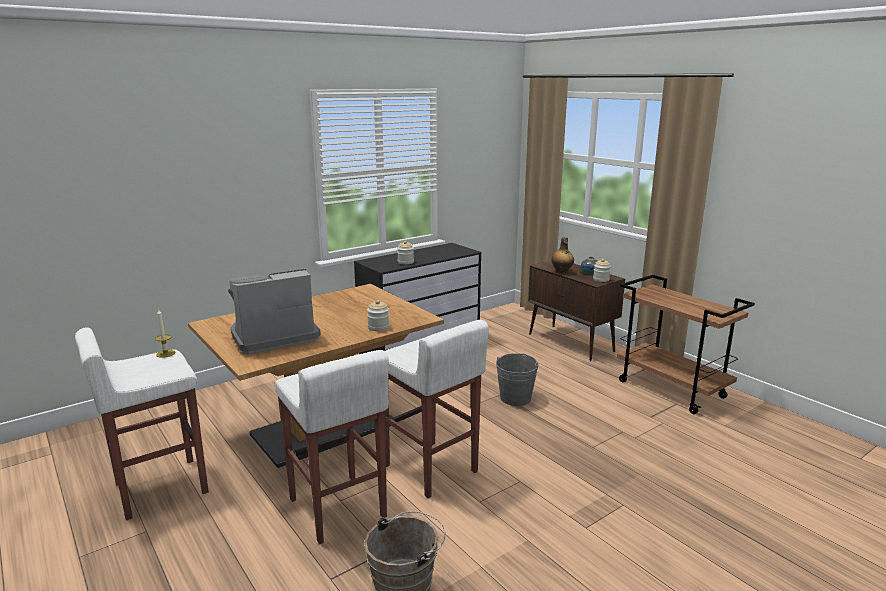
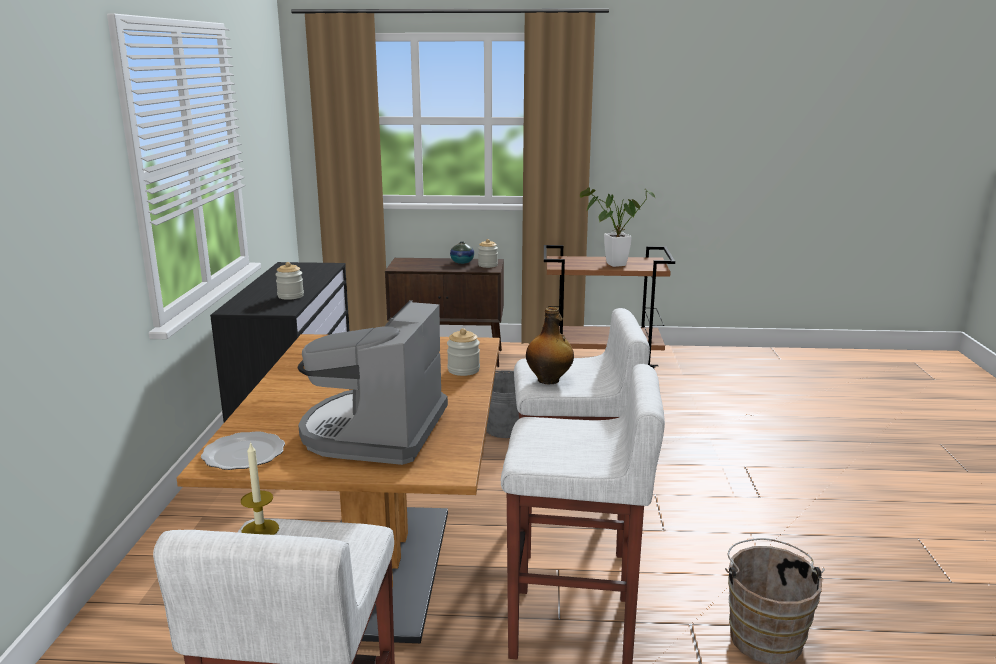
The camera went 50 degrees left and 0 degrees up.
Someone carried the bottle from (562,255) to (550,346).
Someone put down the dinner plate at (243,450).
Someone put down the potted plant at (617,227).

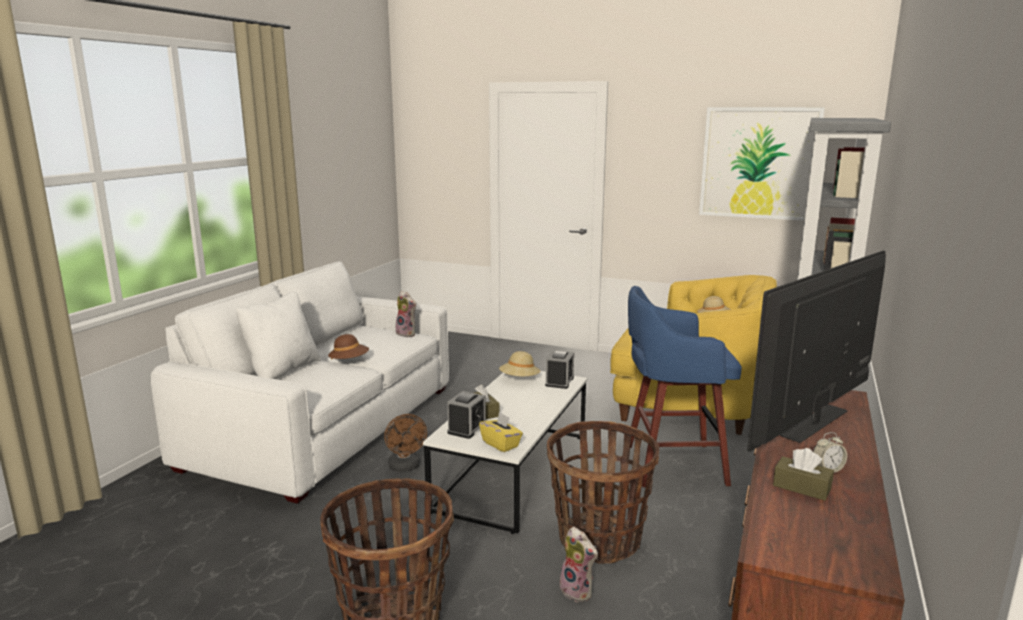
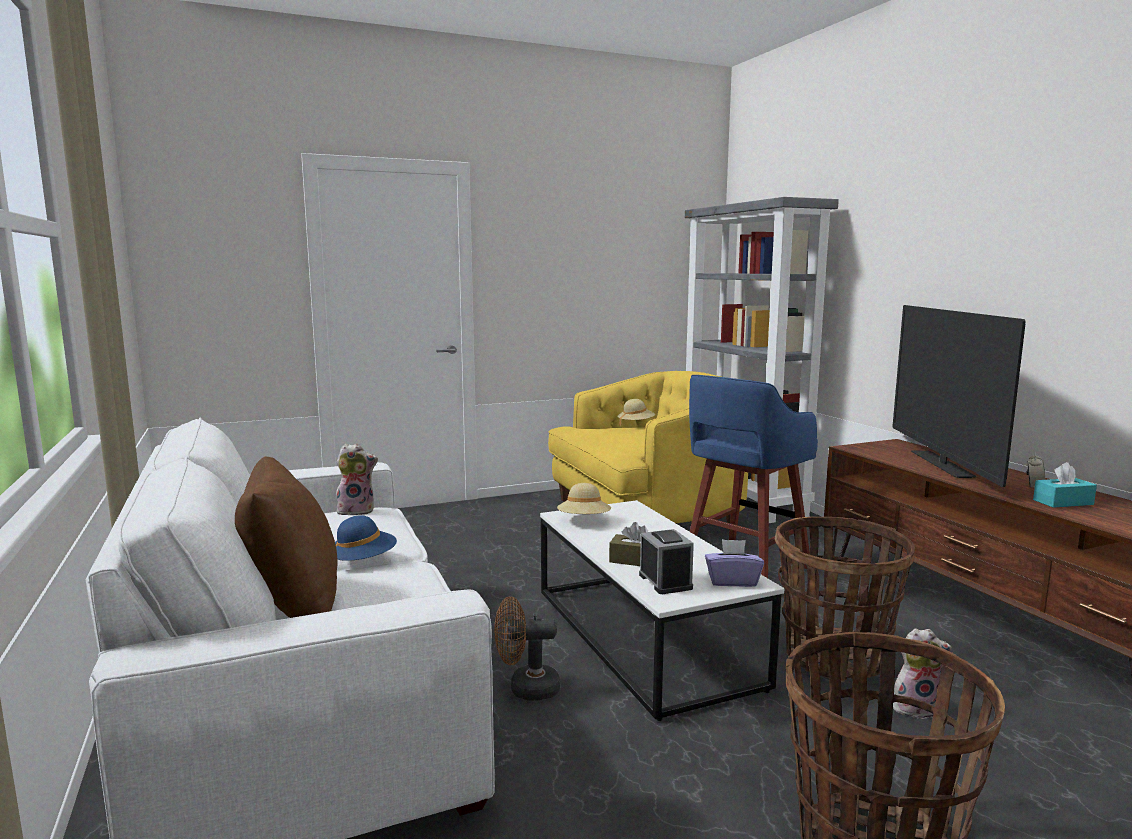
The camera went 45 degrees left and 5 degrees down.
Someone repainted the throw pillow (white-coloured) at (278,335), which became the throw pillow (brown-coloured) at (286,537).
Someone repainted the clothing hat (brown-coloured) at (348,347), which became the clothing hat (blue) at (366,538).
Someone rotated the fan (brown-coloured) at (405,443) by 150 degrees clockwise.
Someone repainted the tissue holder (yellow) at (501,432), which became the tissue holder (purplish) at (734,563).
Someone took away the table clock at (559,369).
Someone took away the wall picture at (762,164).
Someone repainted the tissue holder (brown-coloured) at (803,474), which became the tissue holder (turquoise) at (1065,485).

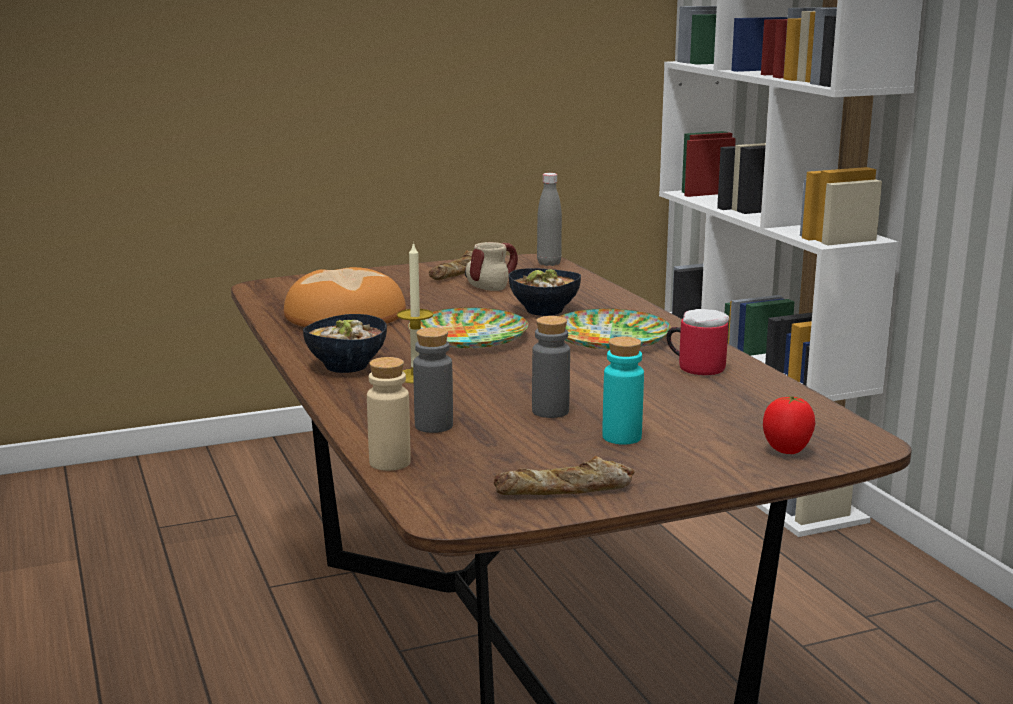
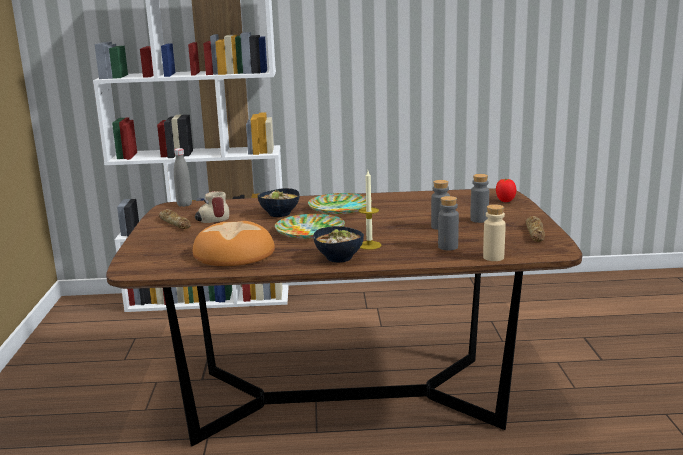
The camera went 70 degrees left and 0 degrees up.
Someone repainted the bottle (turquoise) at (623,390), which became the bottle (greyish) at (479,198).
Someone took away the tea mug at (698,342).

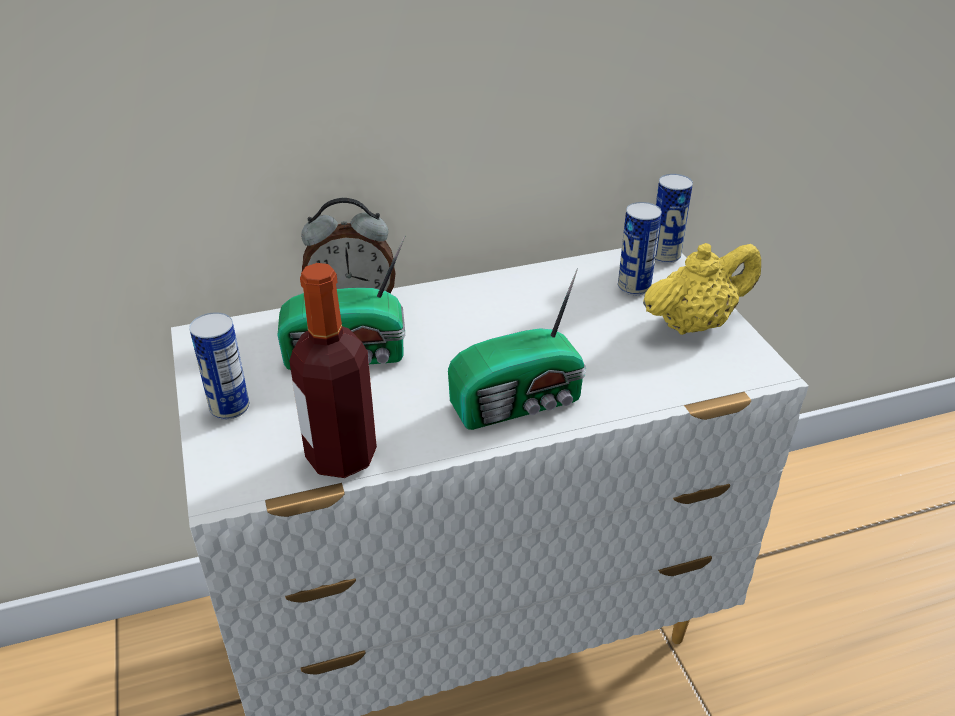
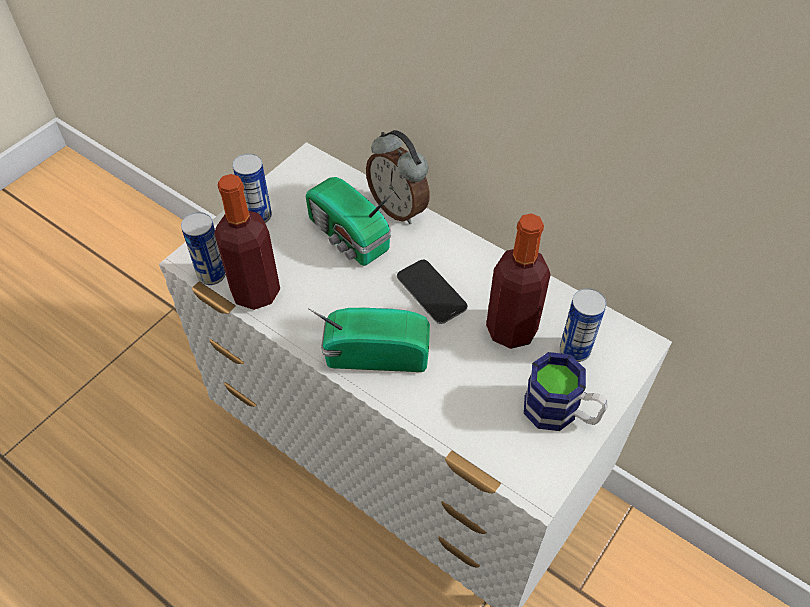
The camera went 55 degrees right and 15 degrees up.
Someone rotated the radio at (517,349) by 150 degrees clockwise.
Someone swapped the tea pot (yellow) at (702,289) for the tea mug at (566,391).
Someone carried the can from (674,218) to (203,248).
Someone put down the handset at (432,292).
Someone put down the bottle at (518,281).

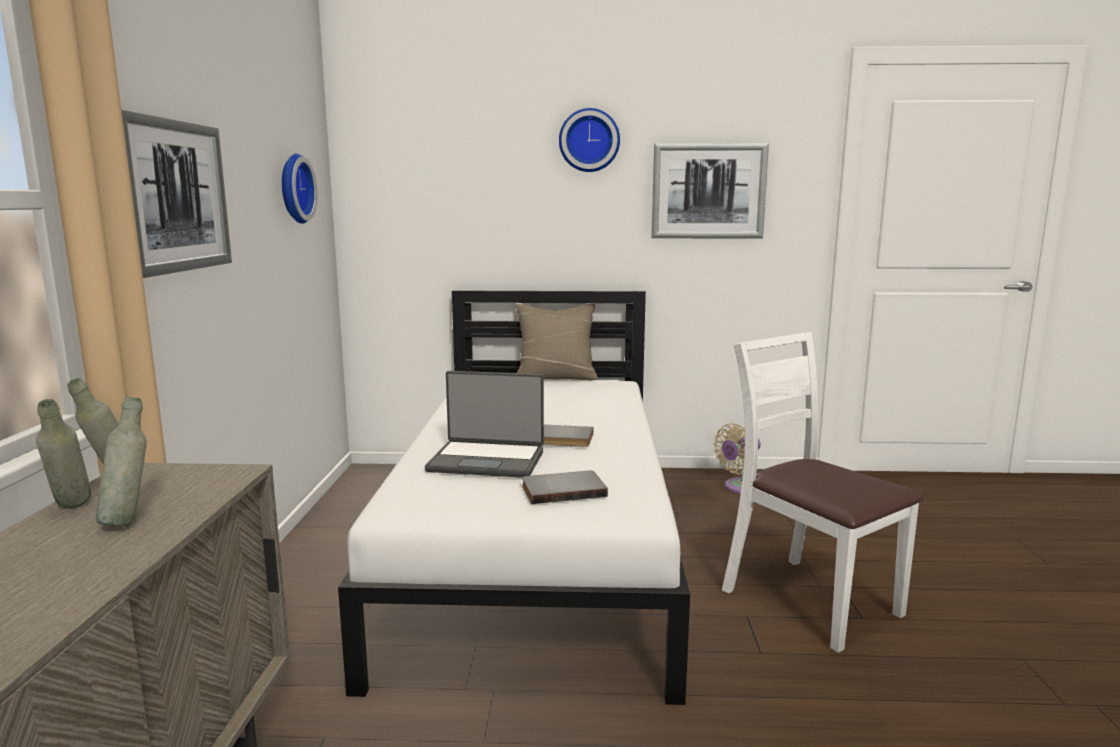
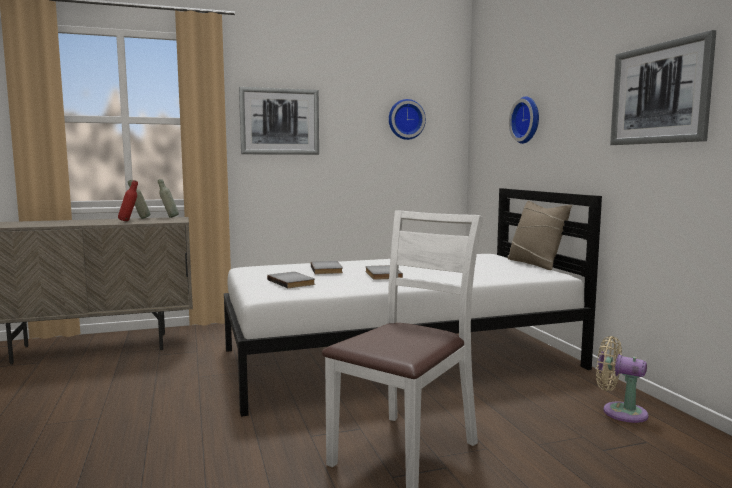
The camera went 70 degrees right and 5 degrees down.
Someone repainted the bottle (greyish) at (121,461), which became the bottle (reddish) at (128,201).
Someone swapped the notebook computer at (484,424) for the book (greyish) at (327,267).
Someone carried the hanging clock from (589,140) to (524,120).

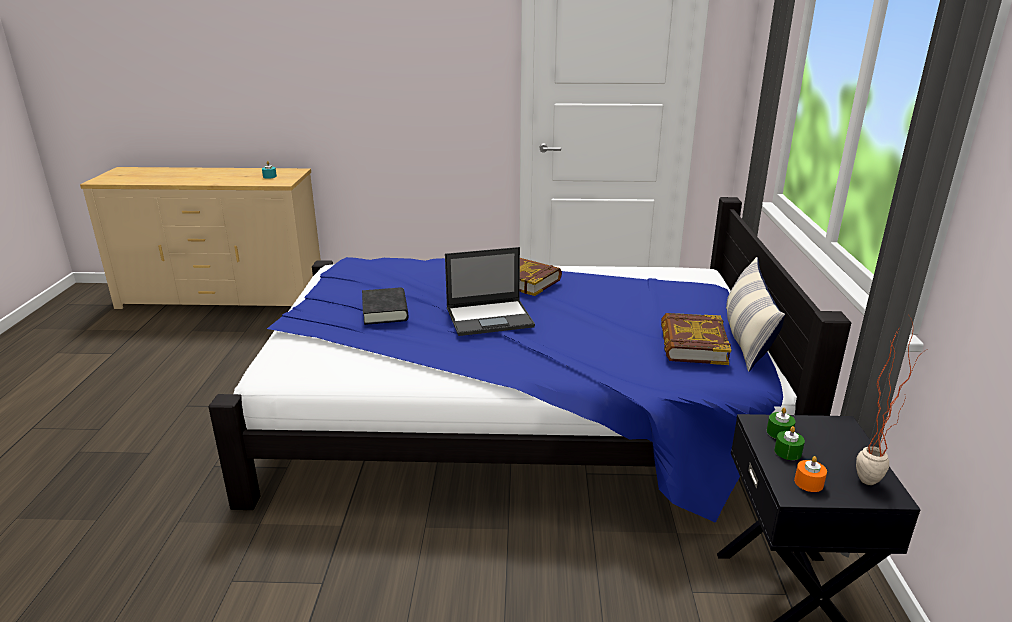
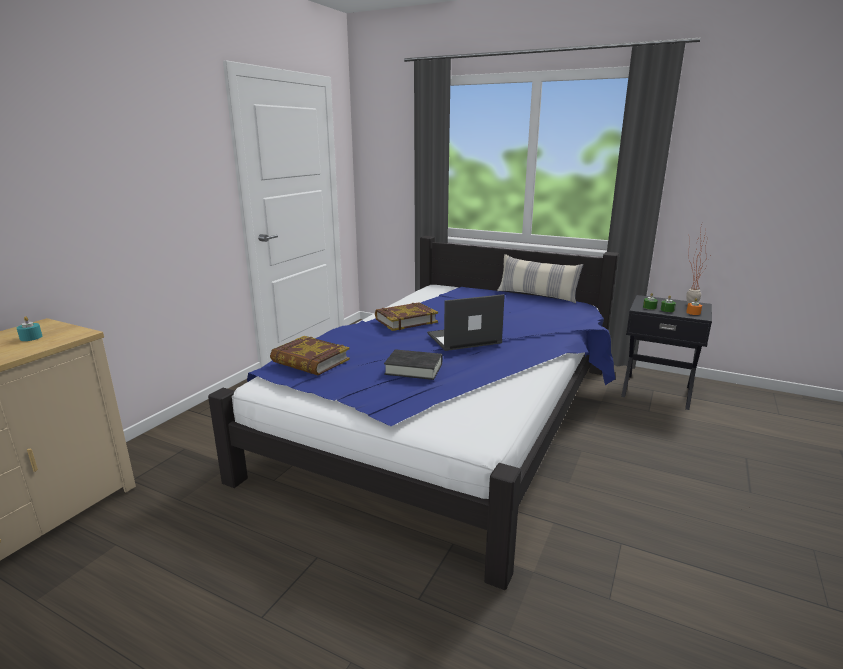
The camera went 65 degrees left and 5 degrees down.
Someone rotated the notebook computer at (490,291) by 120 degrees counterclockwise.
Someone carried the book from (696,339) to (310,355).

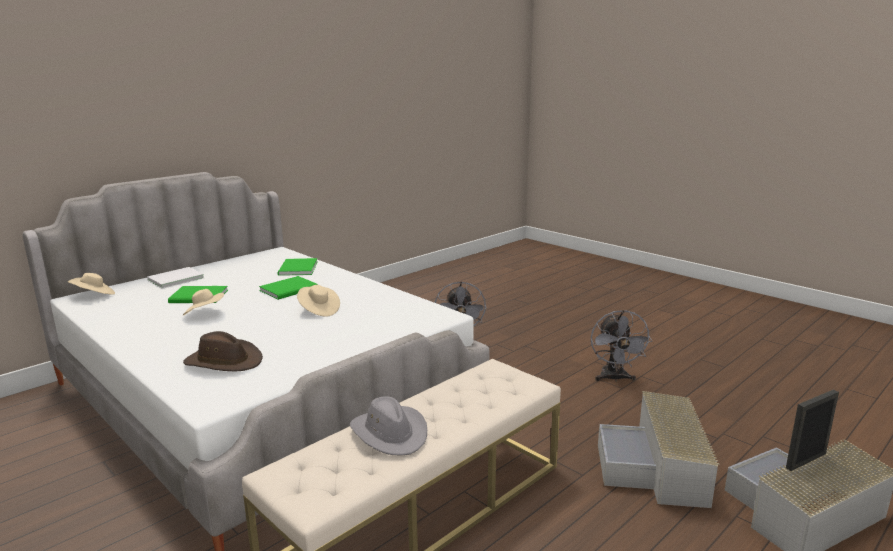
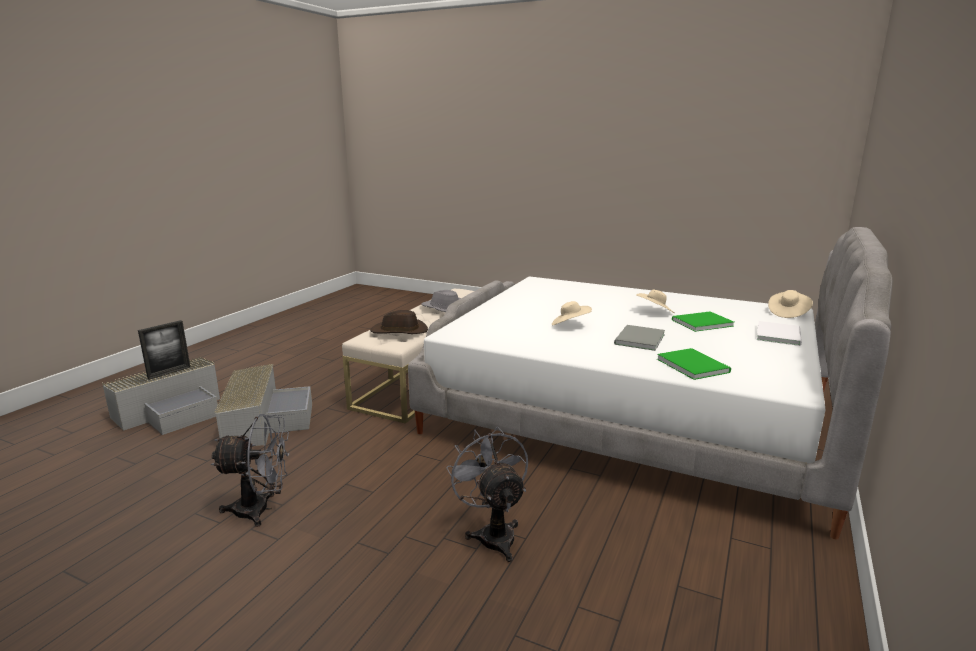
The camera went 160 degrees right and 0 degrees up.
Someone carried the clothing hat (brown-coloured) from (223,351) to (399,322).
Someone repainted the book (green) at (288,288), which became the book (greyish) at (639,338).
Someone rotated the fan (greyish) at (621,346) by 105 degrees clockwise.

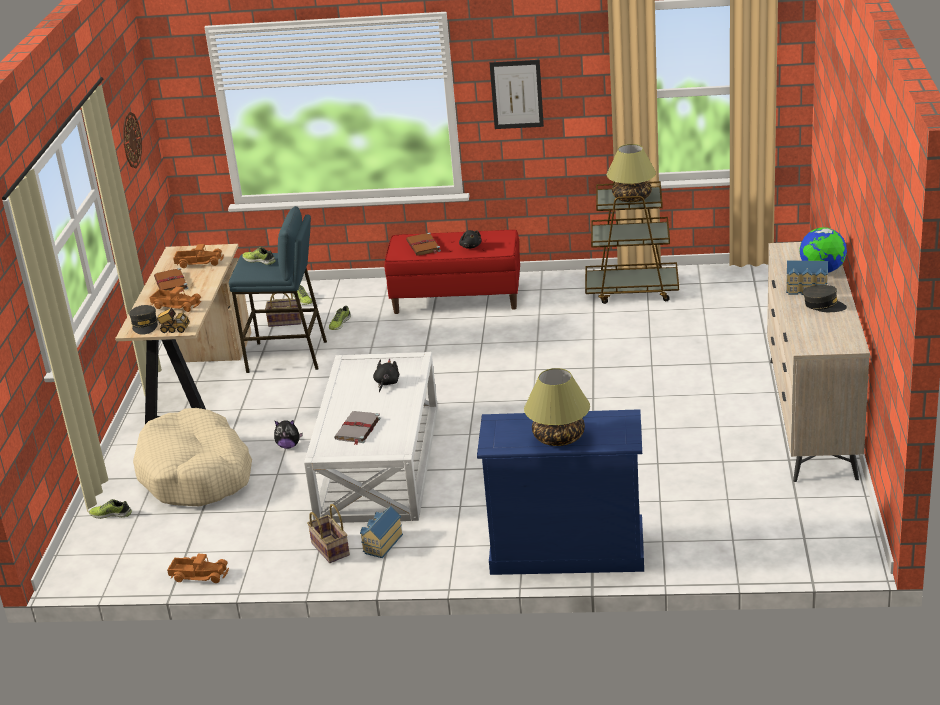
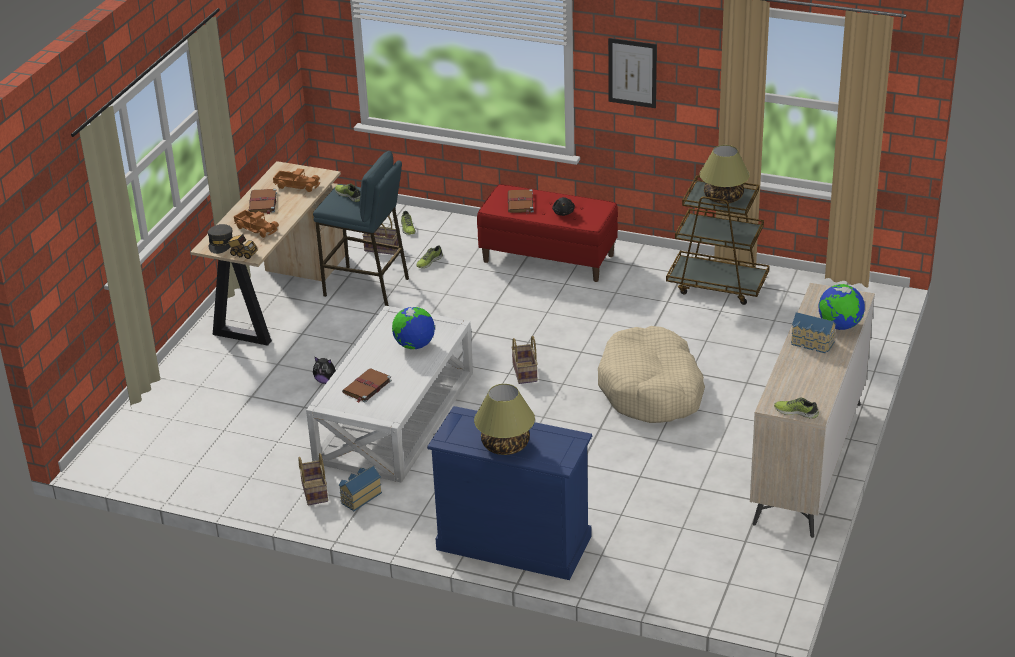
The camera went 15 degrees right and 5 degrees up.
Someone carried the low shoe from (110,509) to (796,408).
Someone took away the hanging clock at (132,140).
Someone carried the pet bed (beige) from (192,457) to (651,374).
Someone took away the model truck at (198,568).
Someone repainted the book (greyish) at (357,428), which became the book (brown-coloured) at (367,385).
Someone swapped the soft toy (black-coloured) at (386,375) for the world globe at (413,328).
Someone took away the cap (greyish) at (825,298).
Someone put down the storage basket at (524,360).

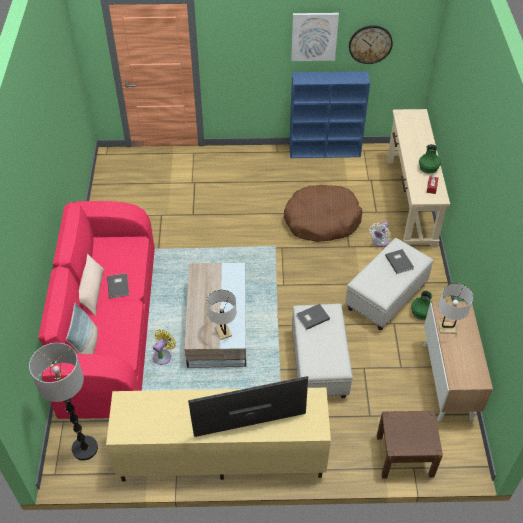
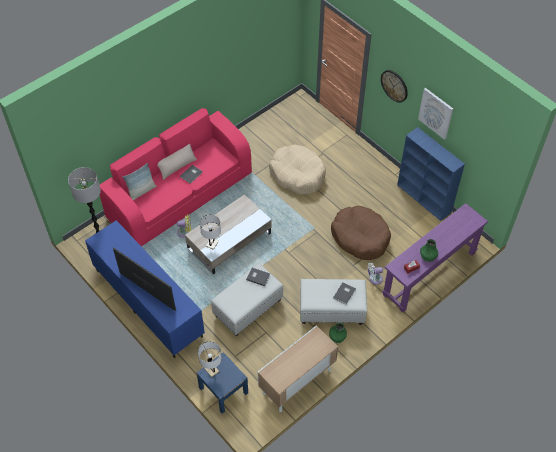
The camera went 50 degrees right and 5 degrees up.
Someone repainted the tv unit (beige) at (218,435), which became the tv unit (blue) at (145,289).
Someone carried the hanging clock from (371,44) to (394,86).
Someone repainted the nightstand (brown-coloured) at (410,445), which became the nightstand (blue) at (222,383).
Someone repainted the console table (beige) at (418,178), which became the console table (purplish) at (435,258).
Someone carried the table lamp (white-coloured) from (456,308) to (210,359).
Someone put down the pet bed (beige) at (297,169).

